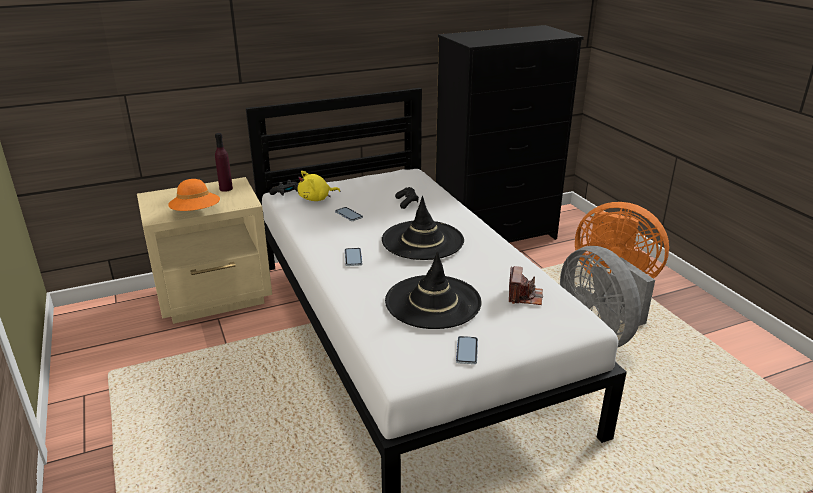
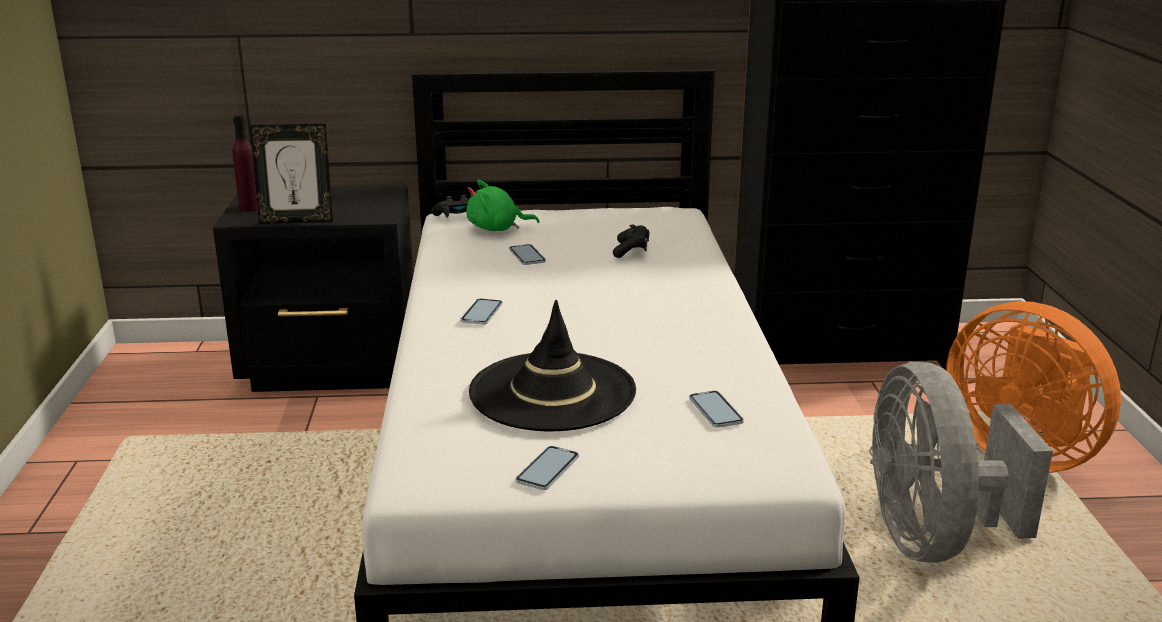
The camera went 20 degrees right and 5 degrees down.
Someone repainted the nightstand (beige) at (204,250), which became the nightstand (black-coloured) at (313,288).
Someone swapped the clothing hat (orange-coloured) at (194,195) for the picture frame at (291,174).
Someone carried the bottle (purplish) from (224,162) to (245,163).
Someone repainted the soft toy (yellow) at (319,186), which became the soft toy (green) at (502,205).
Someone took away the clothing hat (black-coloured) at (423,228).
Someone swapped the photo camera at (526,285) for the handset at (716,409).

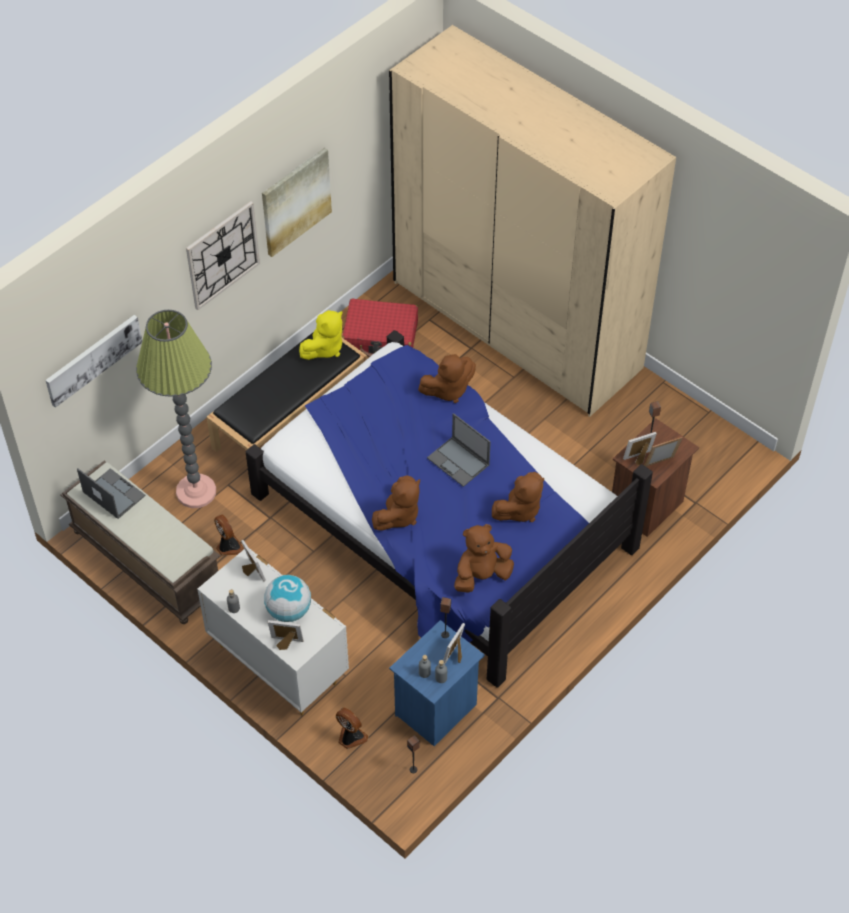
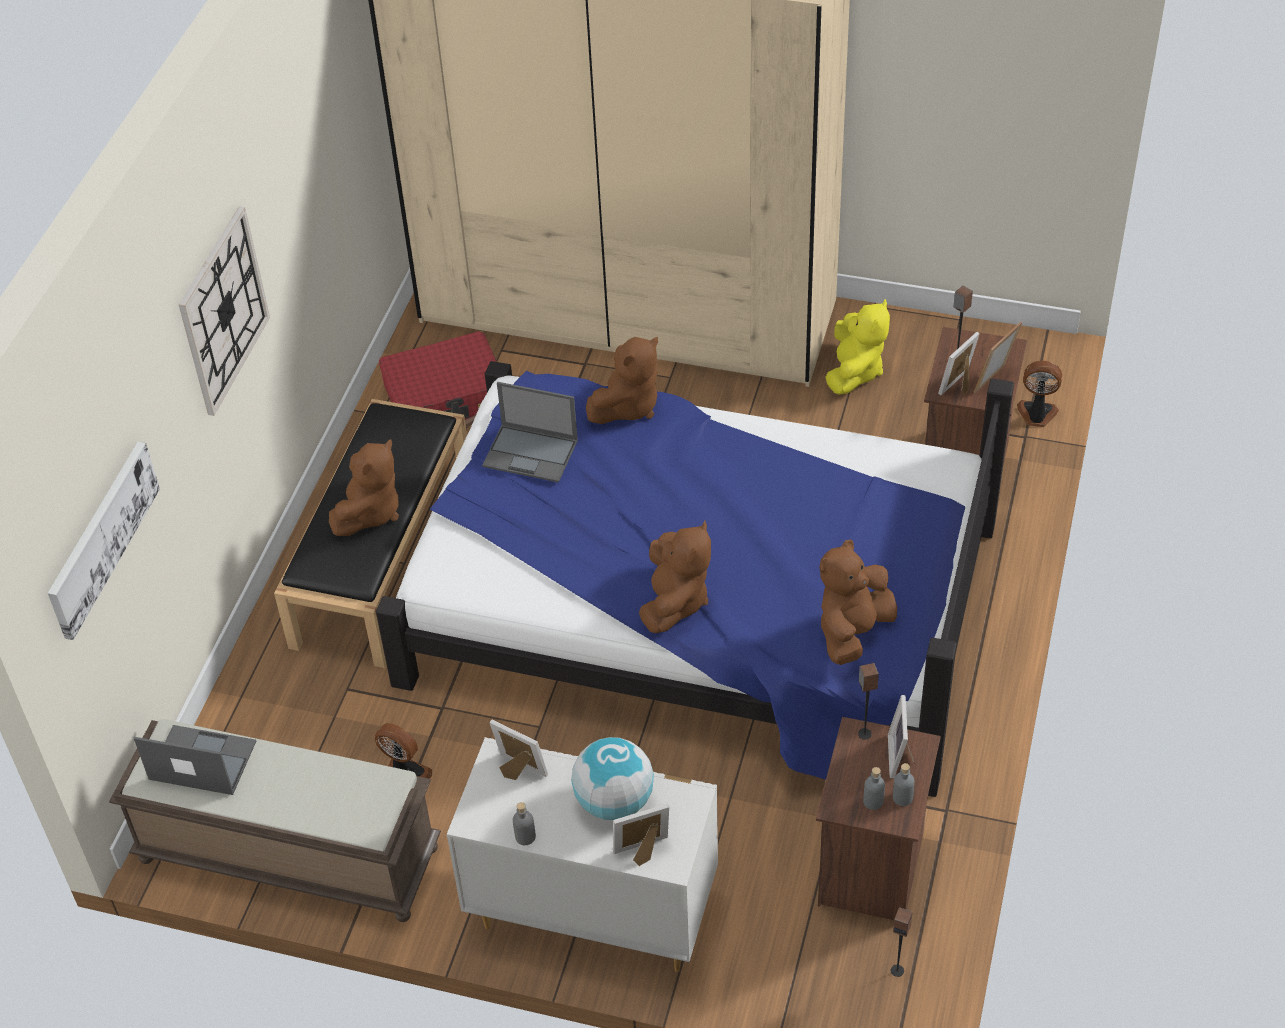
The camera went 25 degrees left and 5 degrees down.
Someone took away the standard lamp at (176,409).
Someone took away the wall picture at (297,202).
Someone carried the soft toy (yellow) from (320,335) to (857,347).
Someone carried the fan from (352,728) to (1039,394).
Someone repainted the nightstand (blue) at (437,683), which became the nightstand (brown-coloured) at (878,818).
Someone carried the notebook computer from (459,450) to (530,432).
Someone carried the soft toy (brown-coloured) from (518,497) to (364,488).

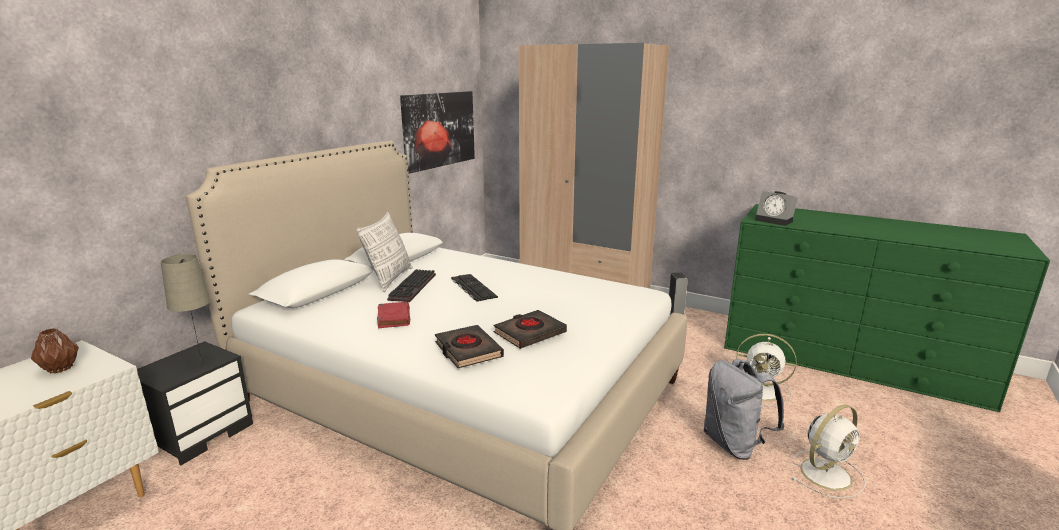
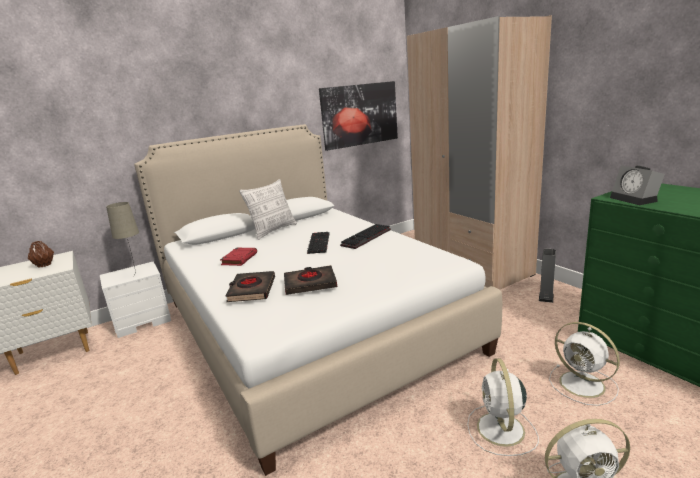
The camera went 30 degrees right and 0 degrees up.
Someone repainted the nightstand (black-coloured) at (195,403), which became the nightstand (white-coloured) at (135,300).
Someone carried the keyboard from (411,285) to (365,236).
Someone swapped the rucksack (greyish) at (744,409) for the fan (white-coloured) at (503,407).

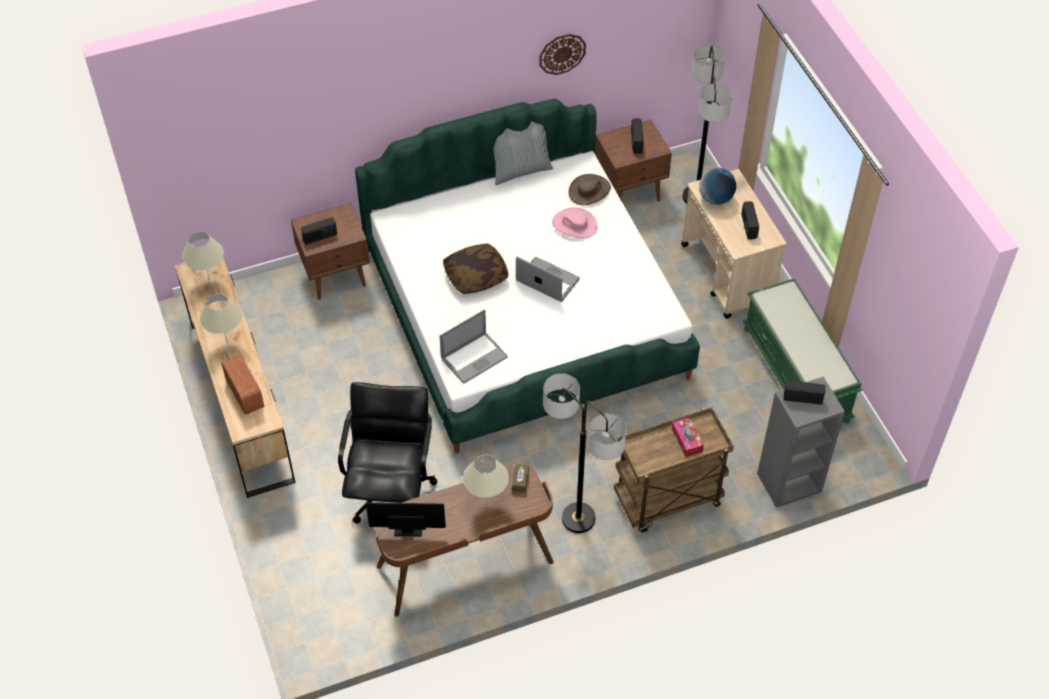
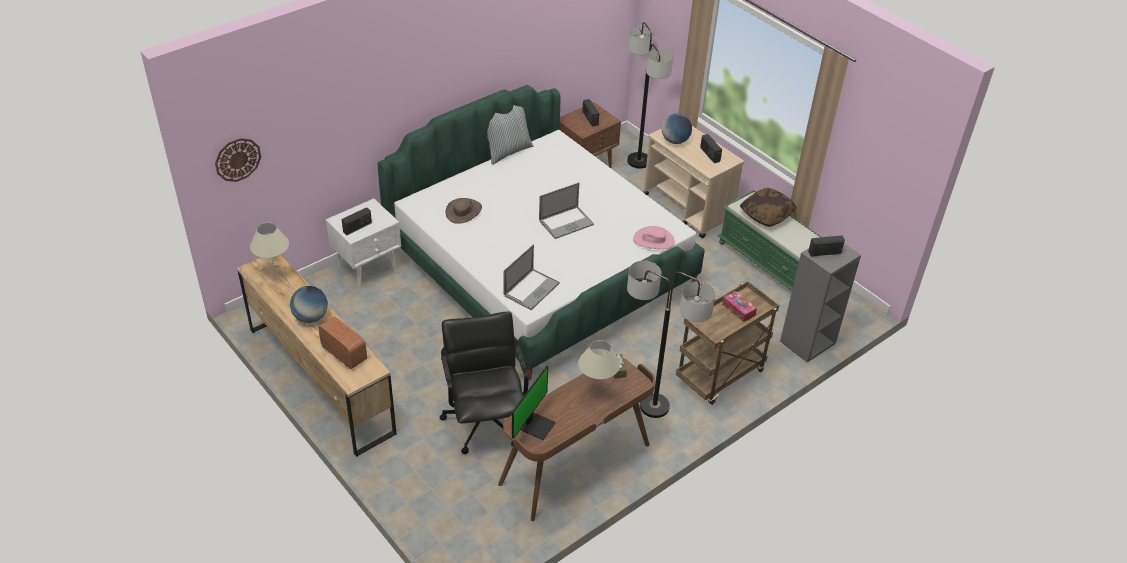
The camera went 20 degrees left and 10 degrees down.
Someone swapped the table lamp (beige) at (221,318) for the world globe at (309,304).
Someone repainted the nightstand (brown-coloured) at (330,251), which became the nightstand (white-coloured) at (363,244).
Someone rotated the computer display at (406,519) by 135 degrees clockwise.
Someone carried the throw pillow from (475,269) to (768,207).
Someone rotated the notebook computer at (548,279) by 135 degrees clockwise.
Someone carried the hanging clock from (562,54) to (238,160).
Someone carried the clothing hat (pinkish) from (575,222) to (654,237).
Someone carried the clothing hat (brown-coloured) from (590,189) to (464,211).

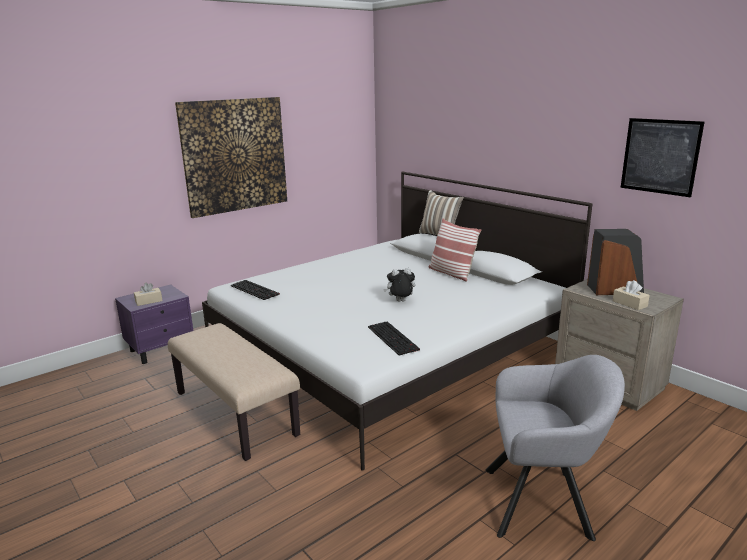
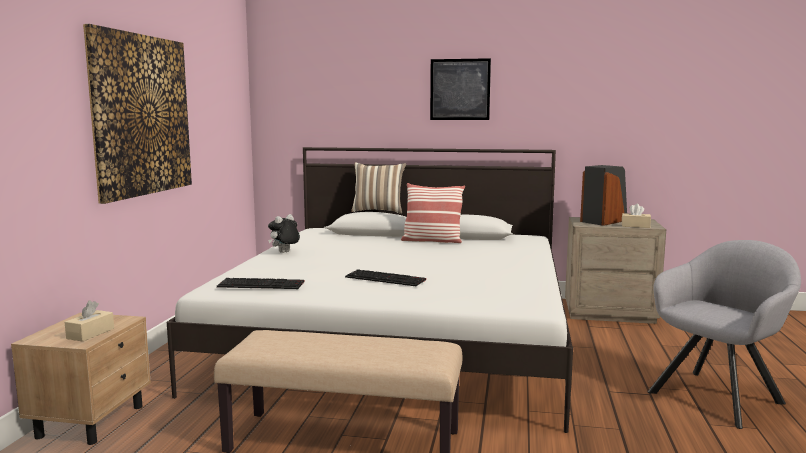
The camera went 40 degrees left and 10 degrees down.
Someone repainted the nightstand (purplish) at (154,324), which became the nightstand (beige) at (81,379).
Someone carried the keyboard from (394,338) to (385,277).
Someone carried the soft toy from (399,285) to (284,233).
Someone carried the wall picture from (662,157) to (460,89).

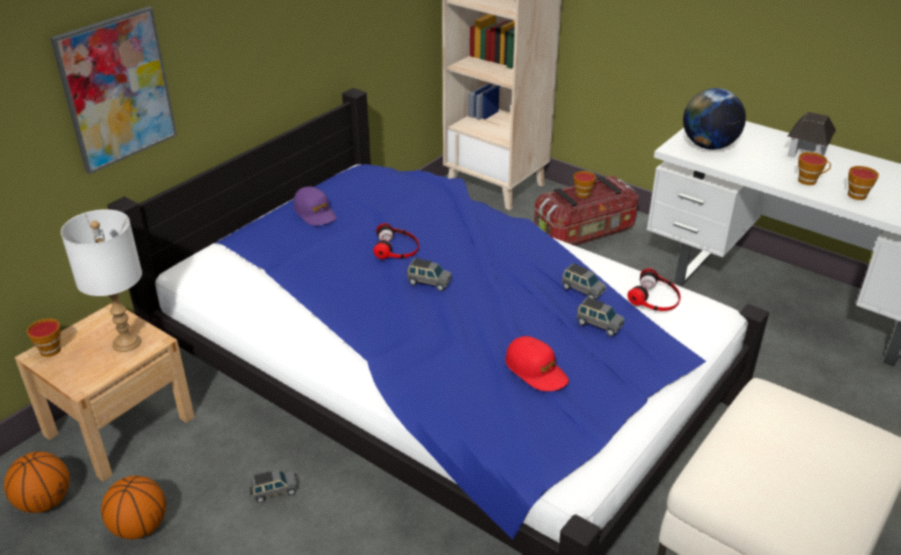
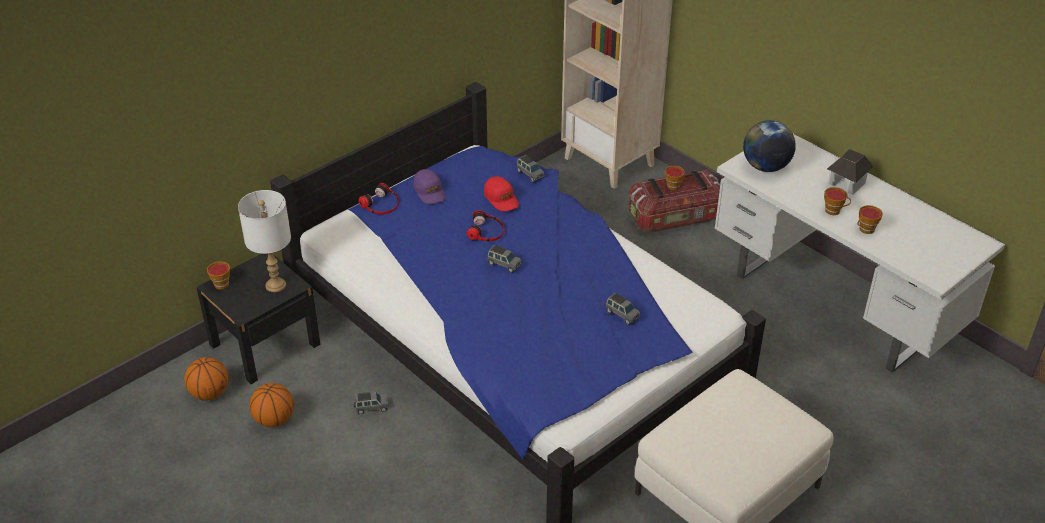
The camera went 10 degrees right and 5 degrees up.
Someone repainted the nightstand (beige) at (105,392), which became the nightstand (black-coloured) at (258,318).
Someone took away the wall picture at (113,90).
Someone carried the cap (reddish) from (537,363) to (501,193).
Someone carried the model car (greyish) from (584,281) to (530,168).
Someone carried the headset from (654,289) to (379,198).

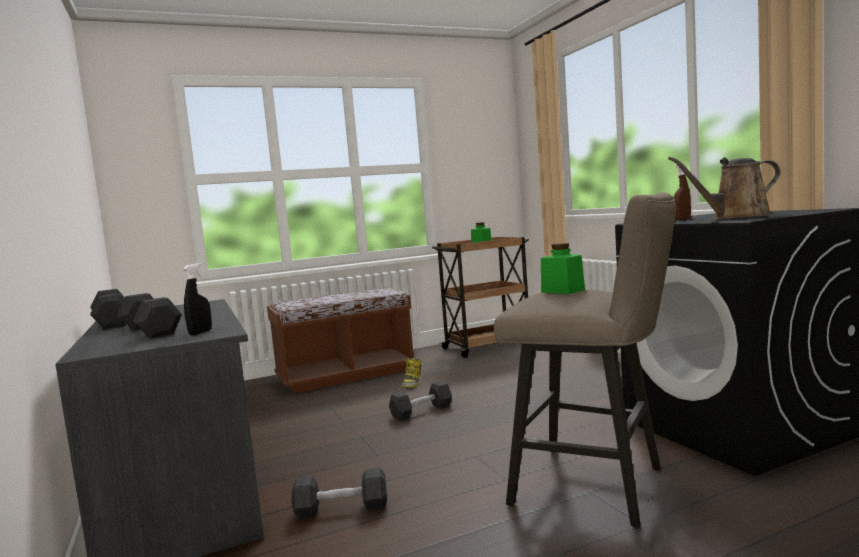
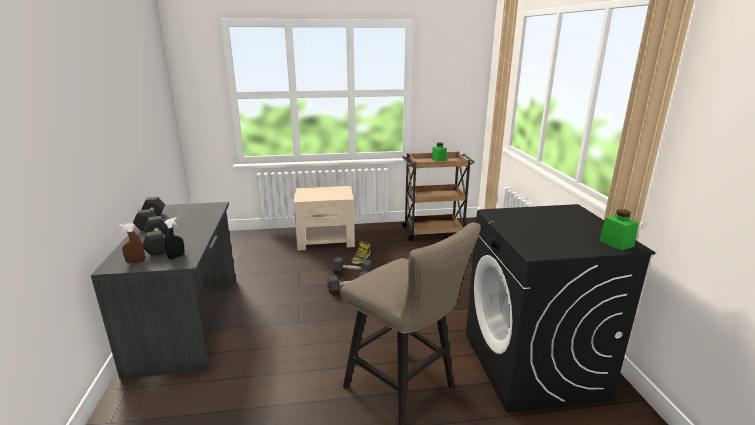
The camera went 15 degrees right and 15 degrees up.
Someone swapped the long seat (brown-coloured) at (340,340) for the nightstand (beige) at (324,218).
Someone carried the hand weight (black-coloured) from (339,494) to (352,266).
Someone carried the preserve jar (green) from (563,268) to (619,230).
Someone took away the watering can (brown-coloured) at (724,188).
Someone carried the spray bottle (brown-coloured) from (682,192) to (132,243).

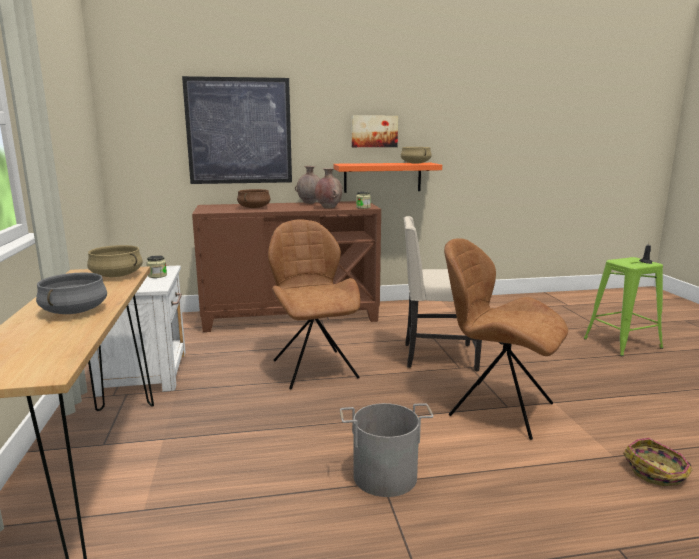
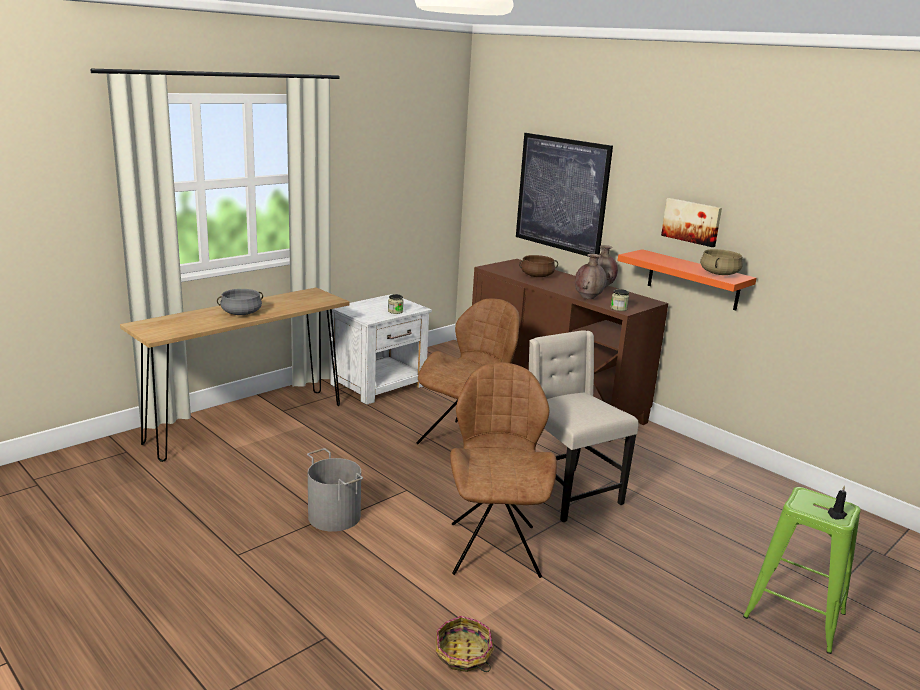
The camera went 55 degrees right and 5 degrees up.
Someone took away the saucepot (beige) at (115,261).

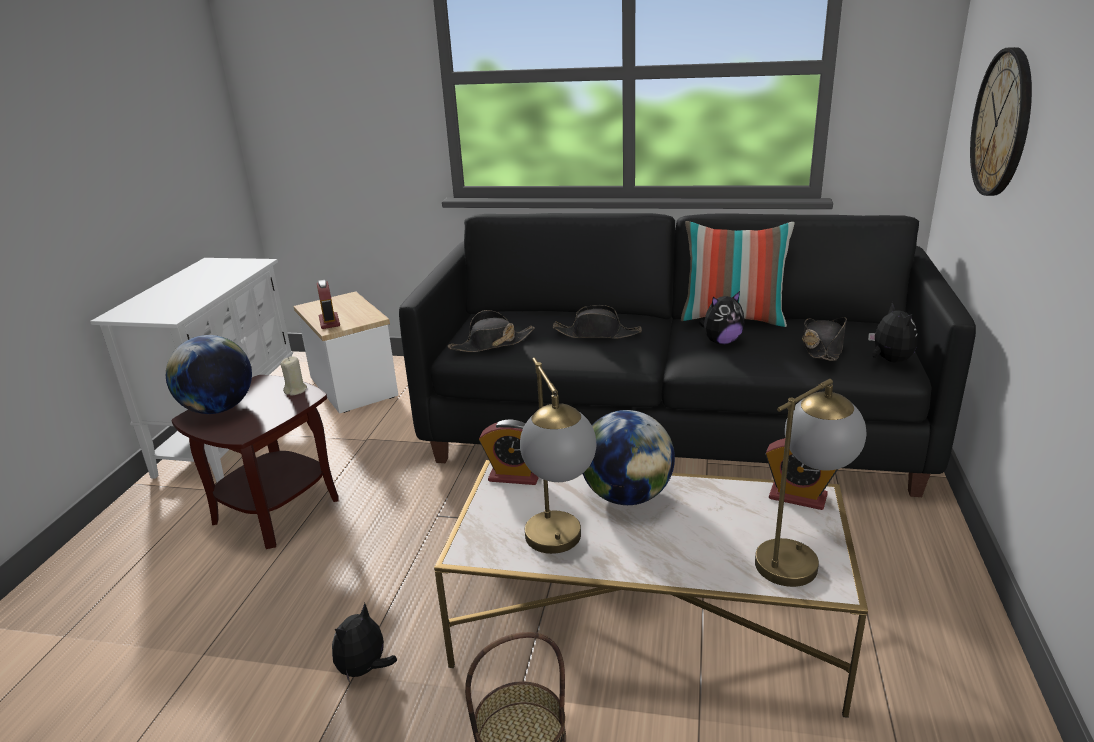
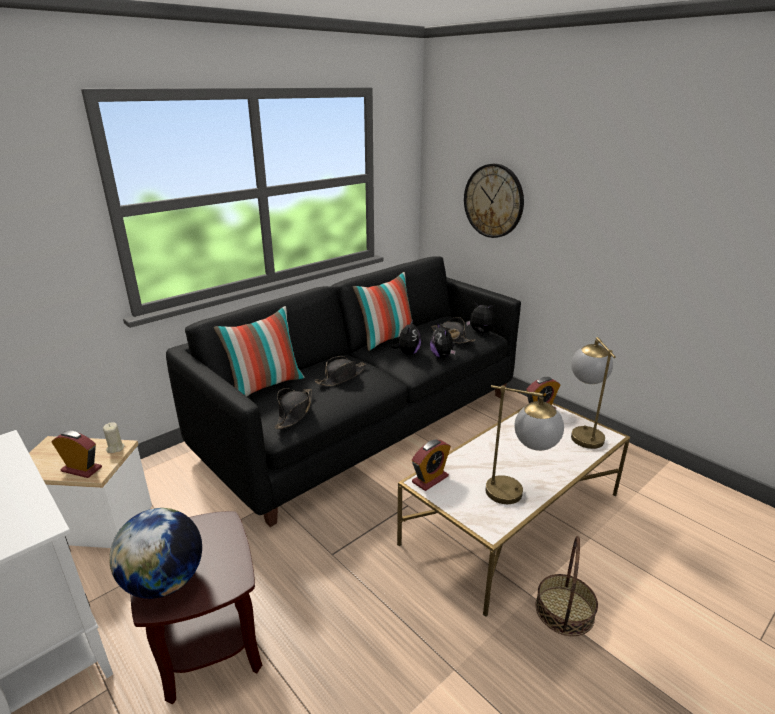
The camera went 55 degrees left and 0 degrees up.
Someone carried the candle (beige) from (293,376) to (113,437).
Someone carried the soft toy from (364,643) to (443,340).
Someone took away the world globe at (629,457).
Someone put down the throw pillow at (259,351).

